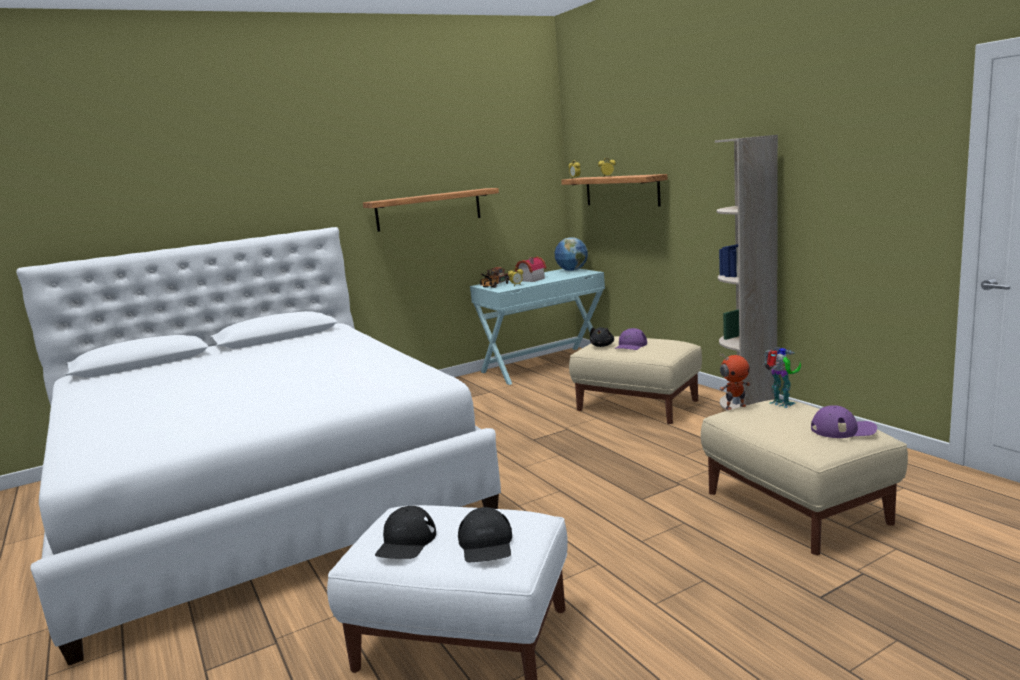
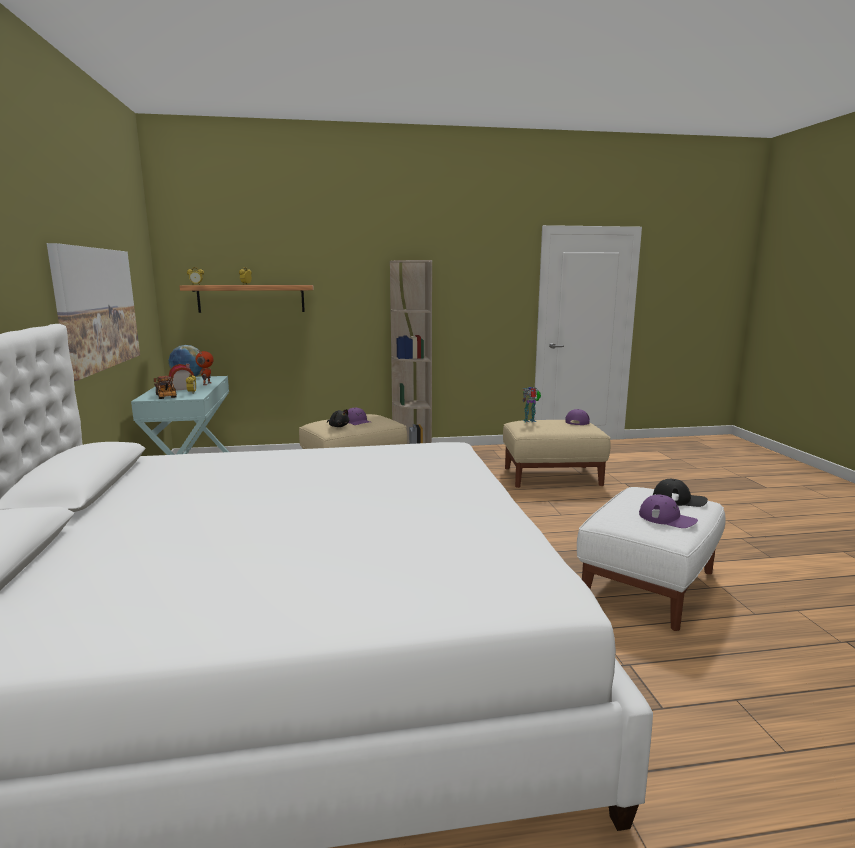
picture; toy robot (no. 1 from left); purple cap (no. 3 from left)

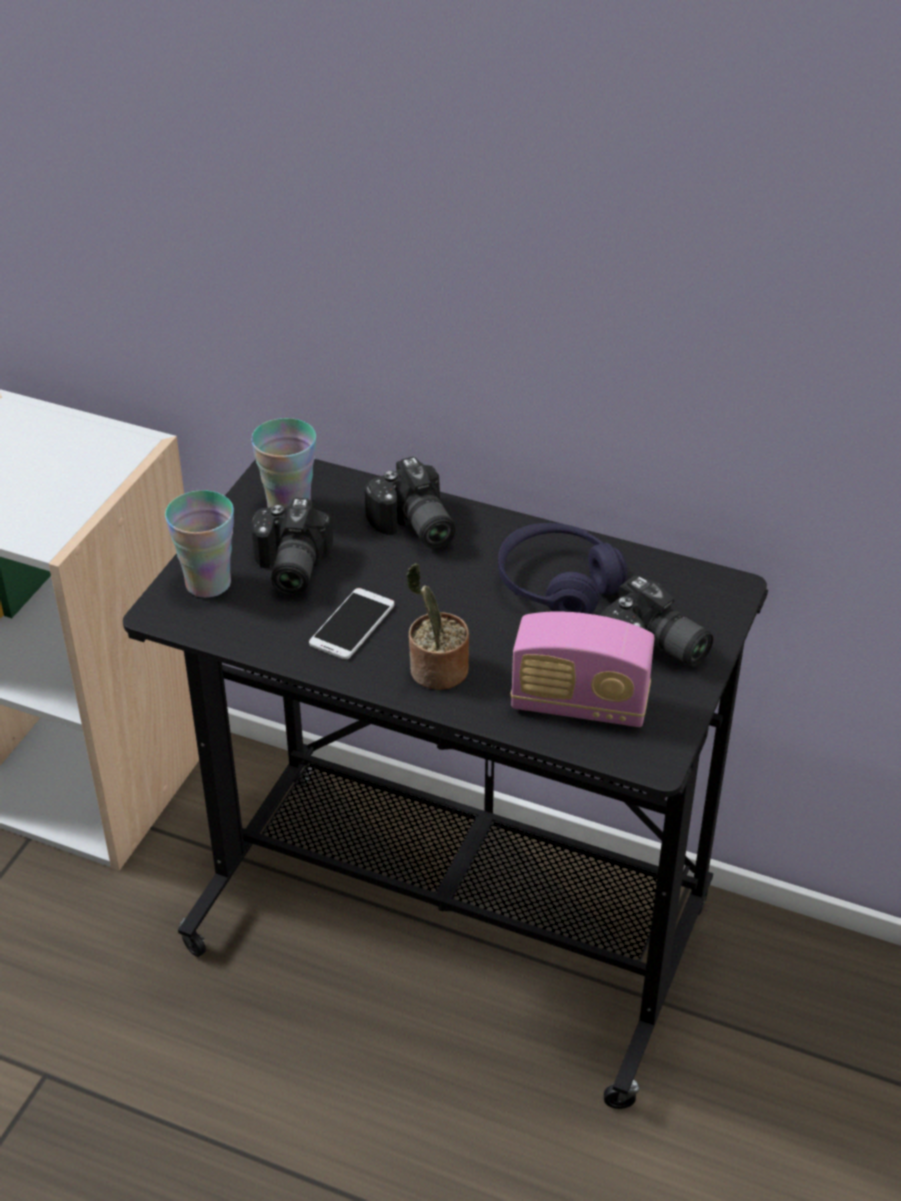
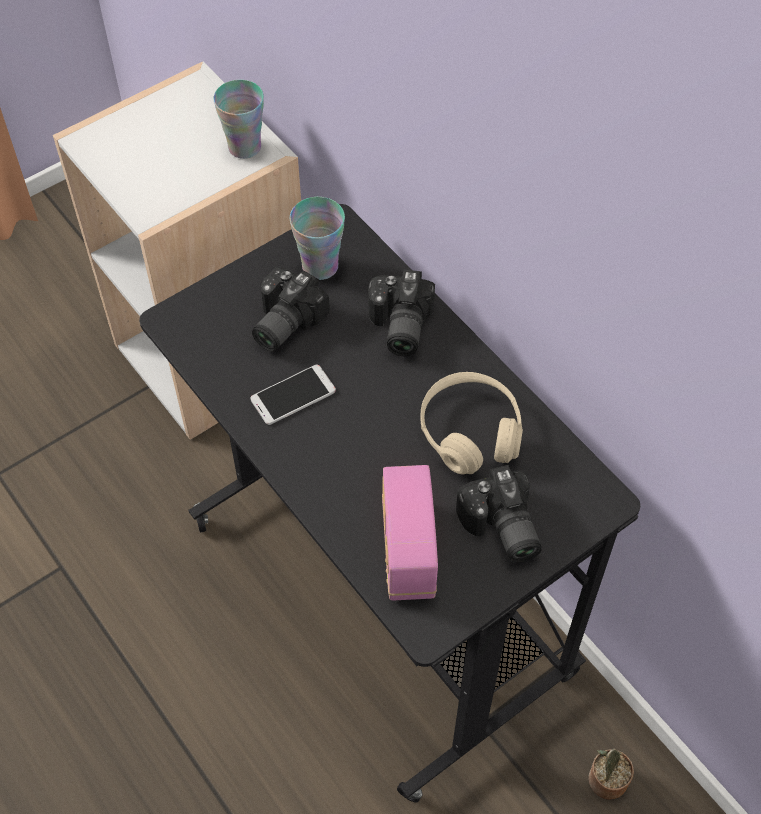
cup (no. 1 from left); beige headphones; potted plant; radio

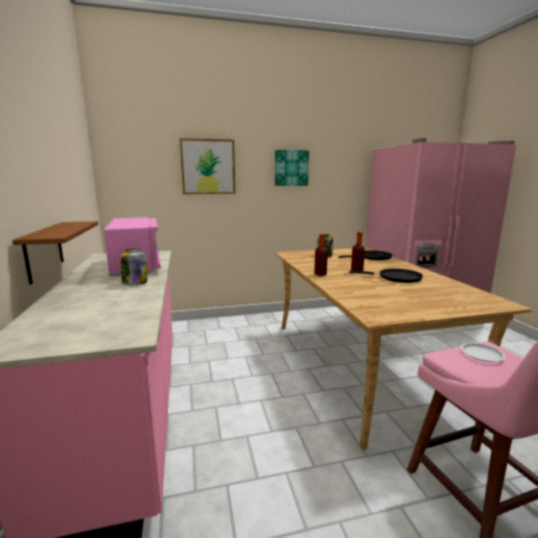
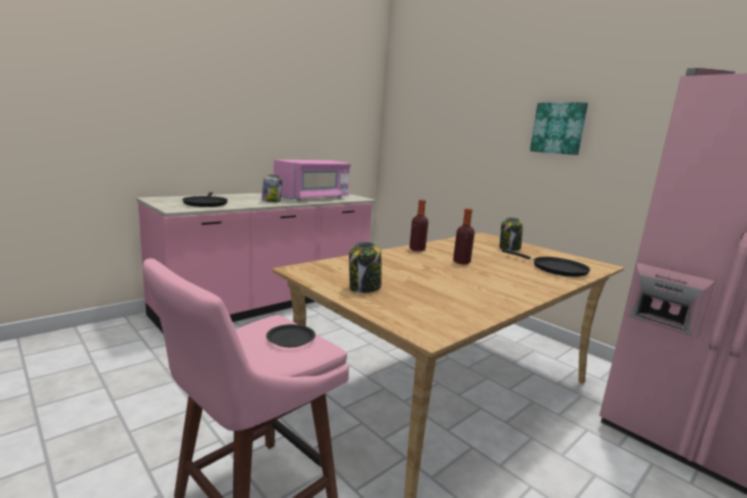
picture (no. 1 from left in the first image); brown shelf; black frying pan (no. 1 from left); black plate; jar (no. 2 from left)

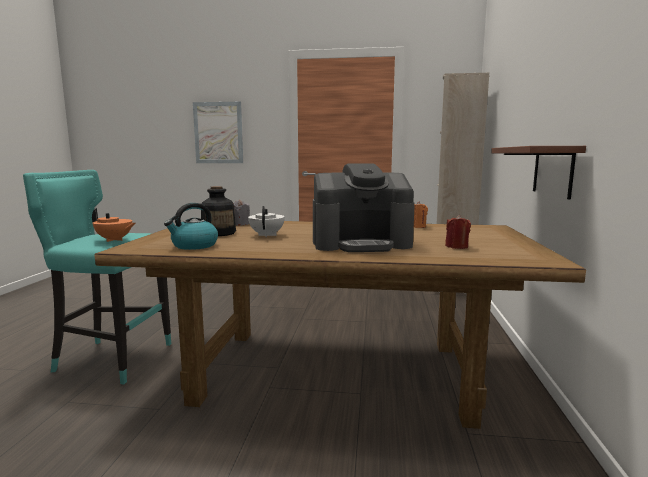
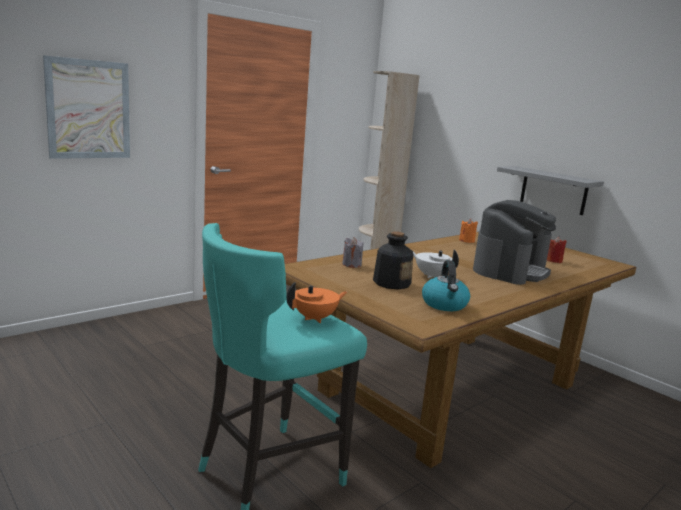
grey shelf

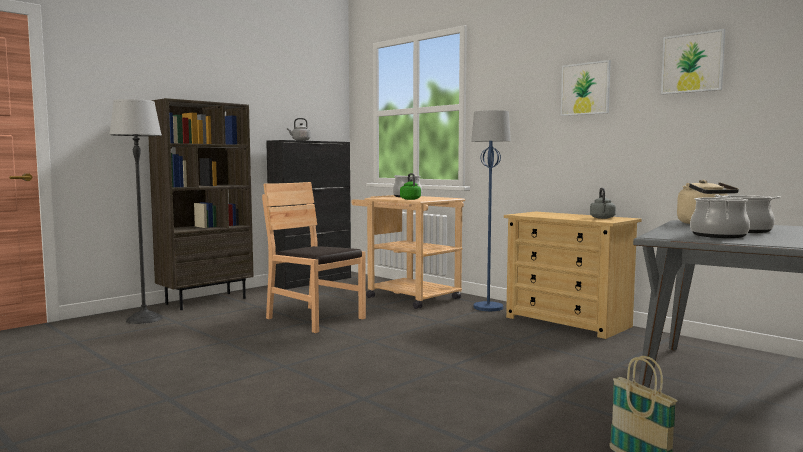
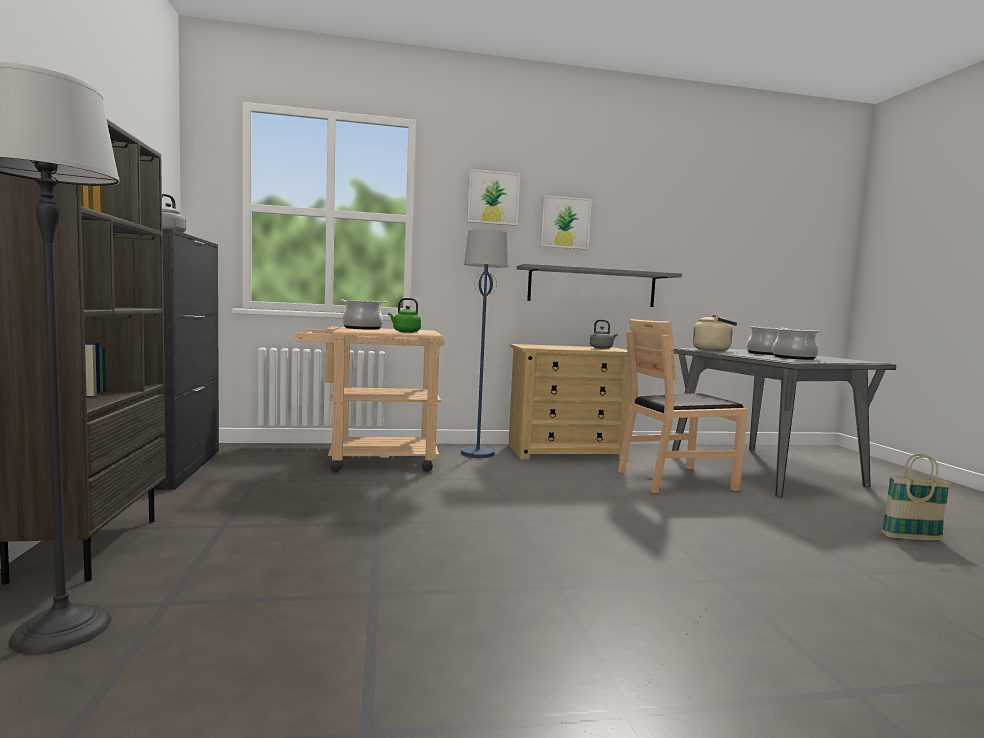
picture (no. 1 from left); brown chair; grey shelf

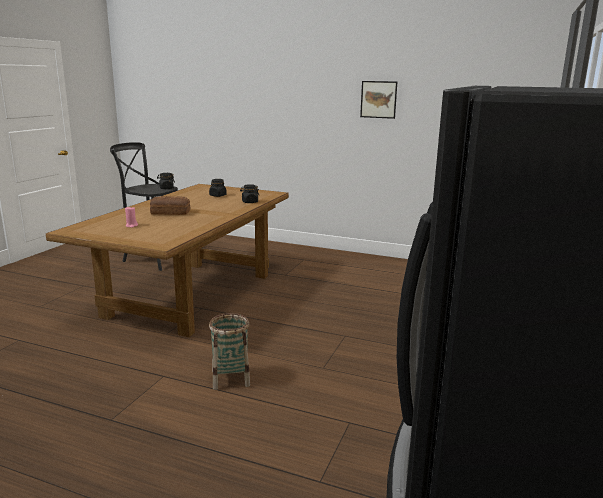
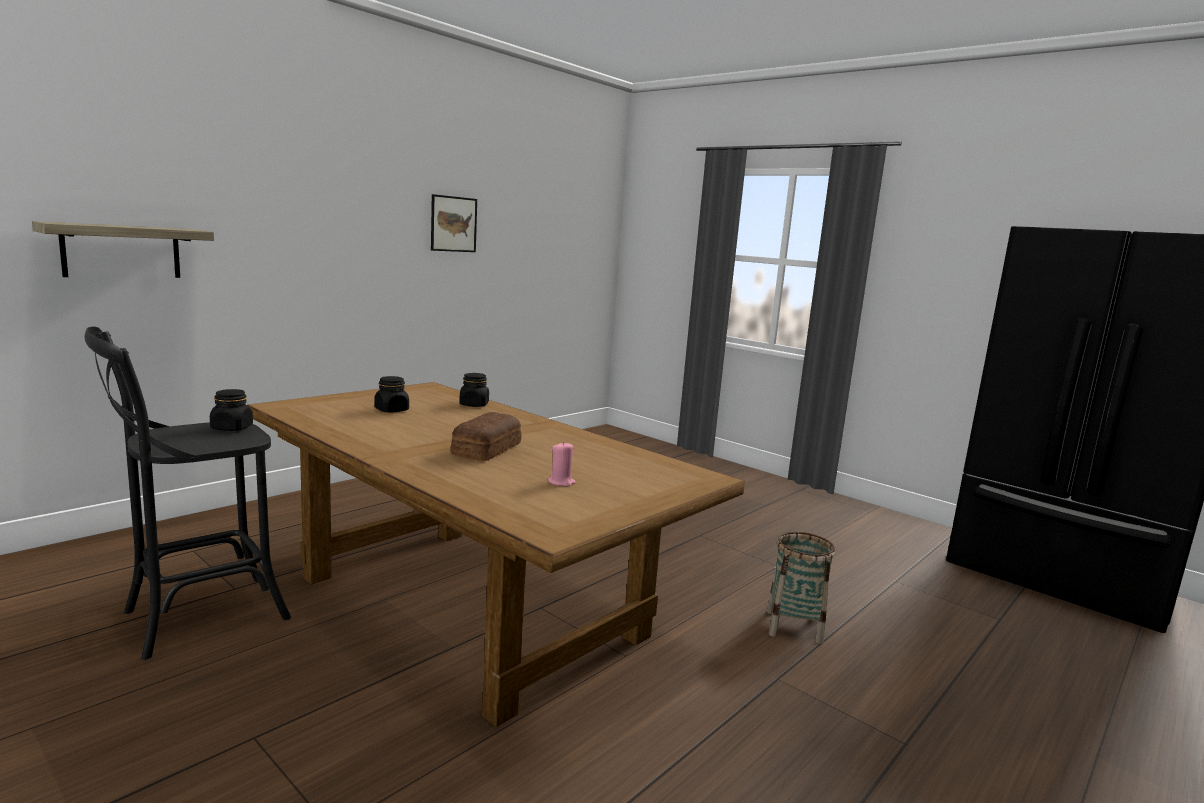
shelf

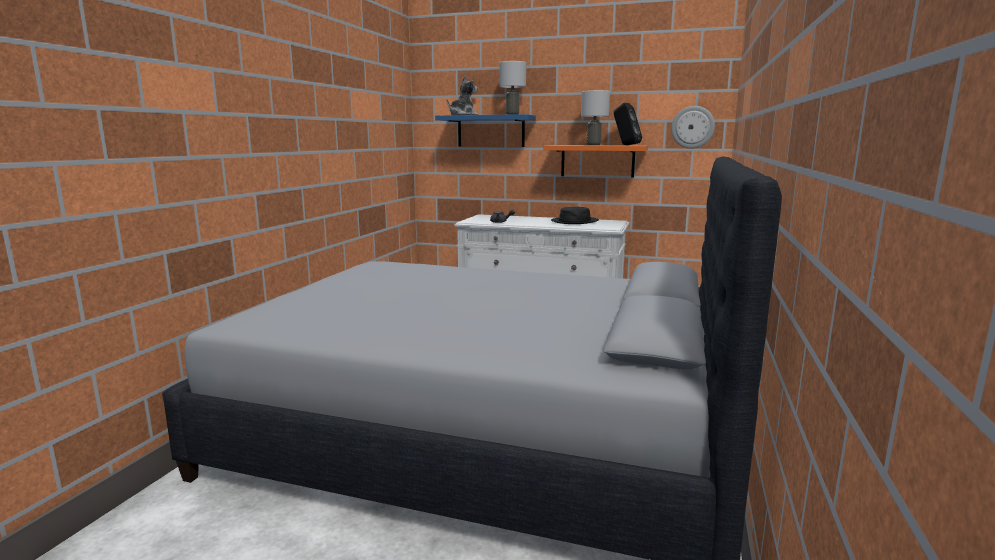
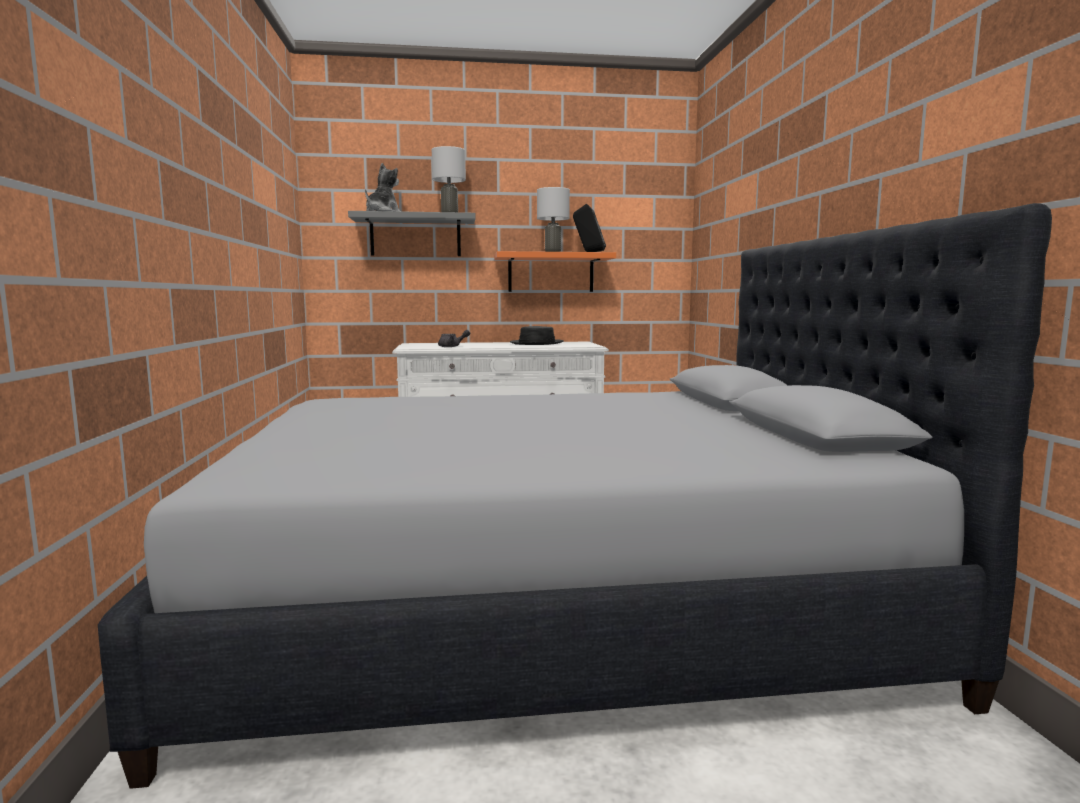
wall clock; grey shelf

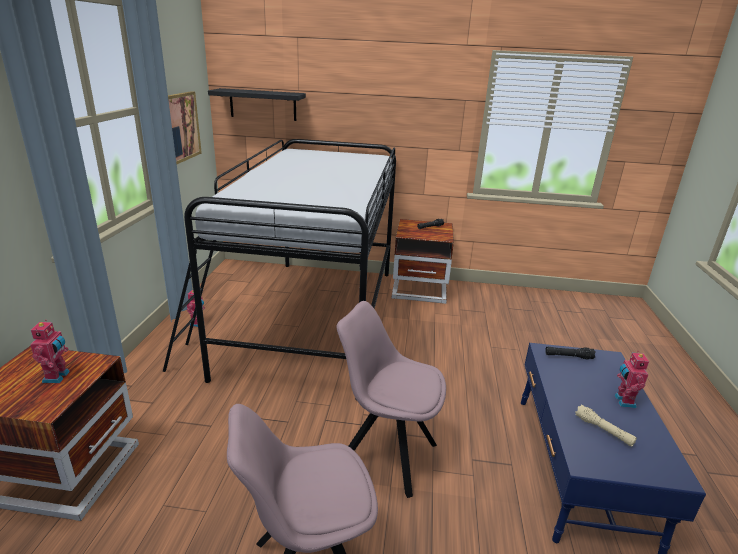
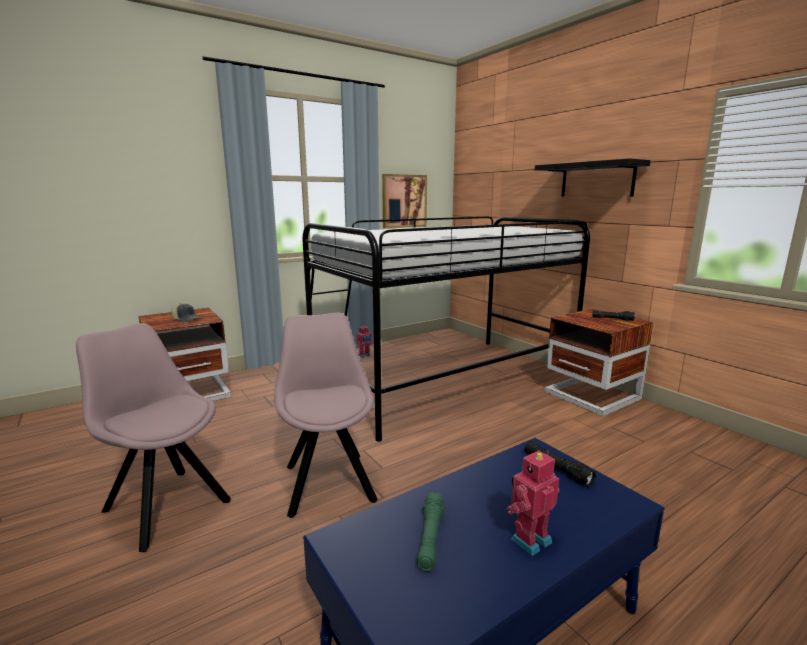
black shelf; cap; green flashlight

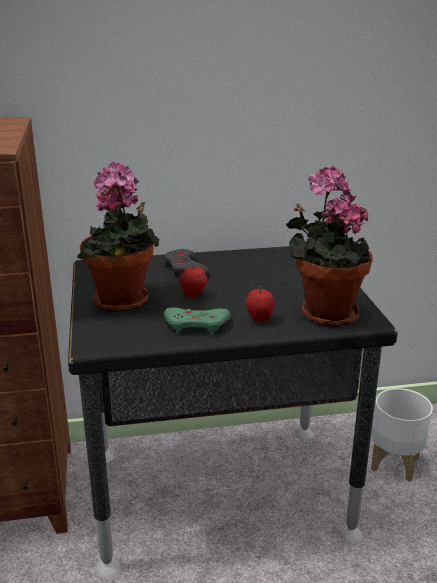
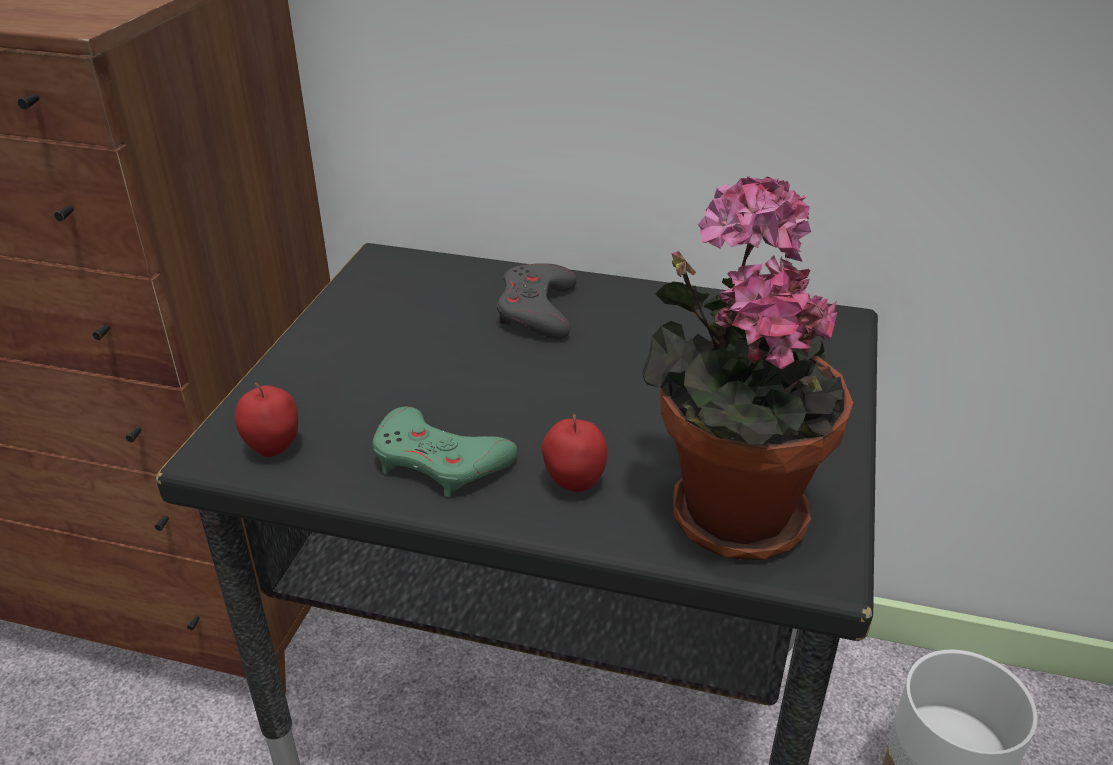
potted plant (no. 1 from left in the first image); apple (no. 1 from left)

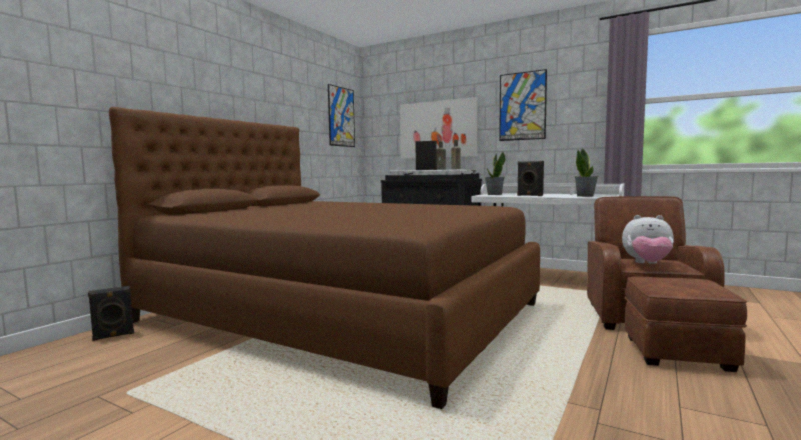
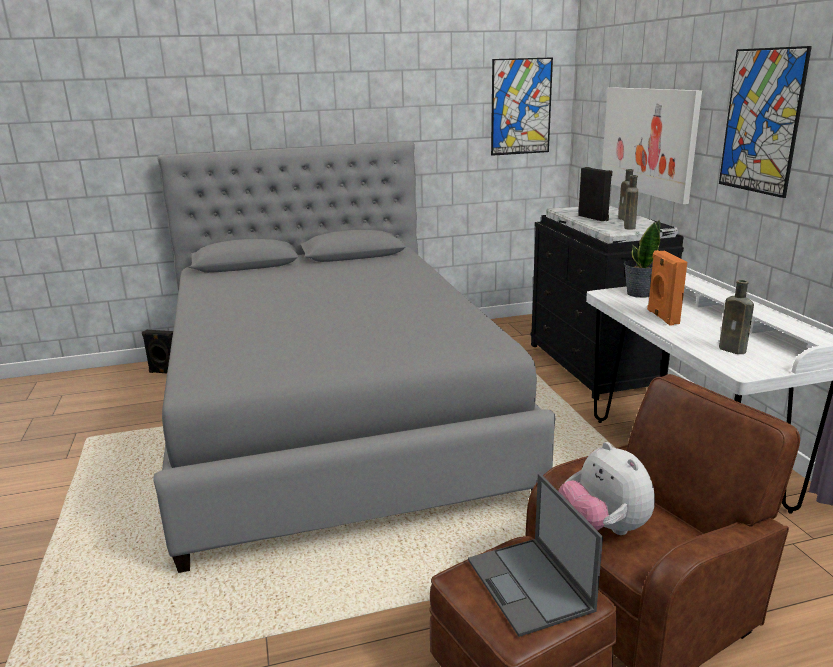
grey bed; brown bottle (no. 3 from left); orange speaker; laptop

